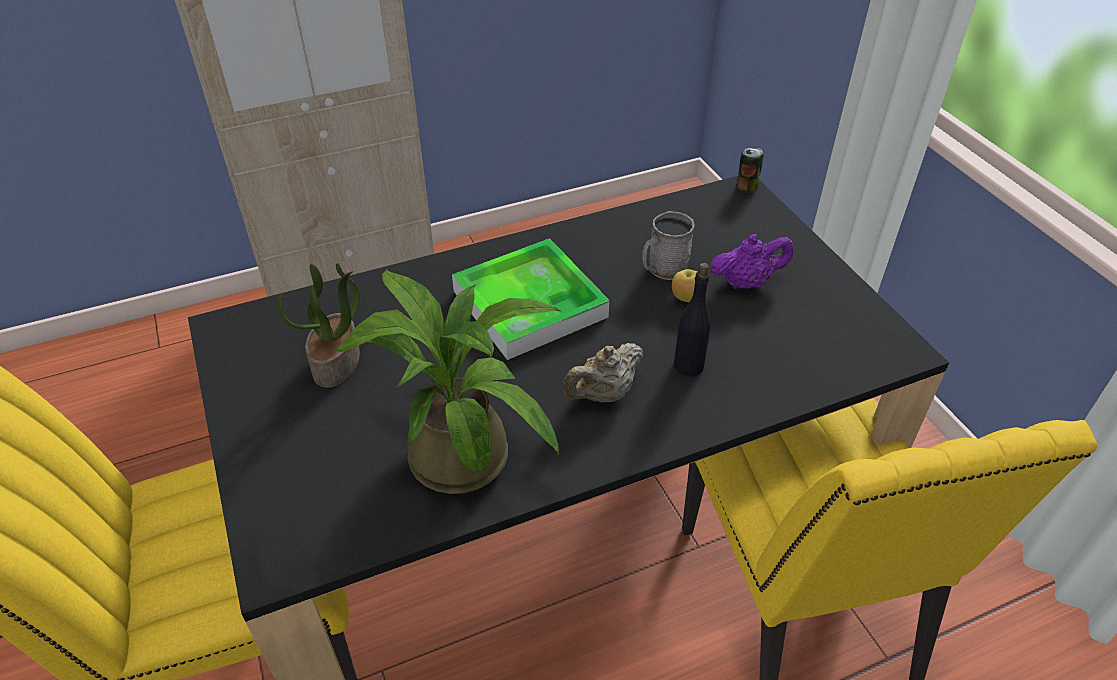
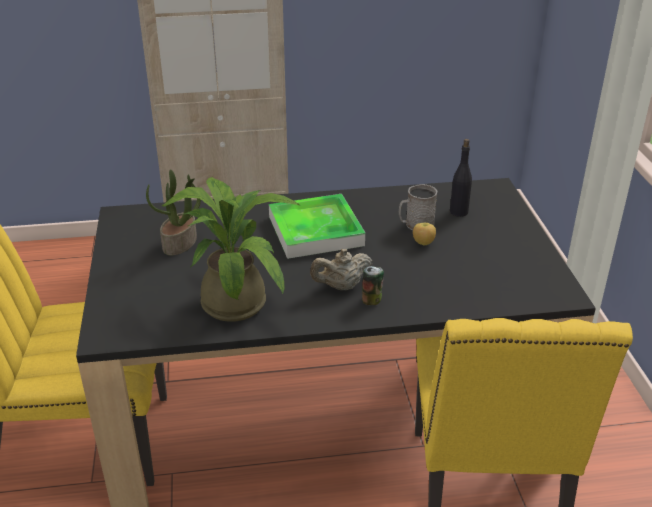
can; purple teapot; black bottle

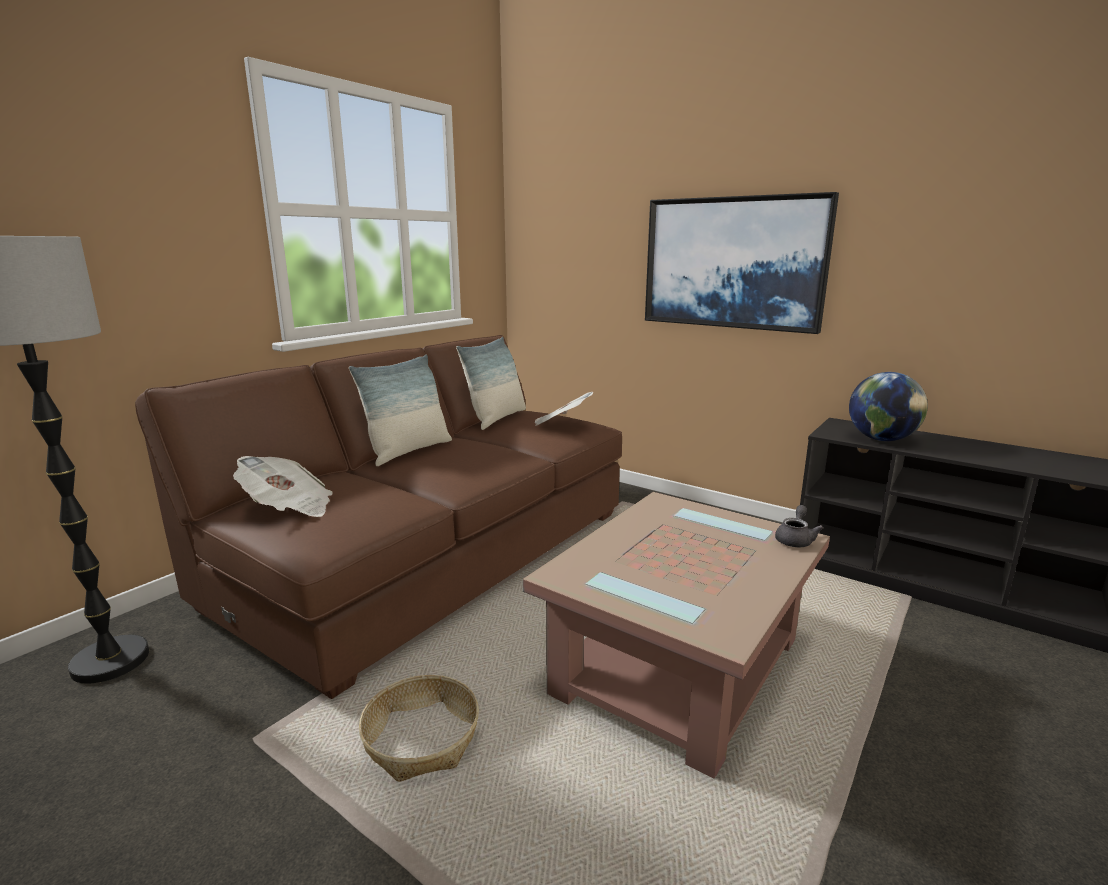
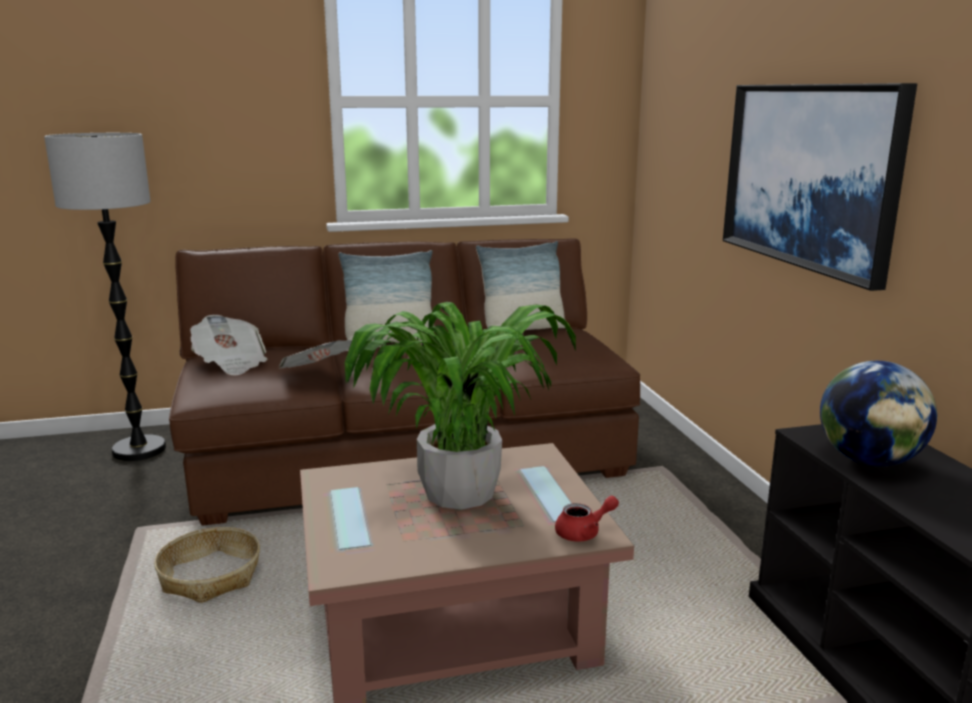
newspaper (no. 2 from left); red teapot; potted plant

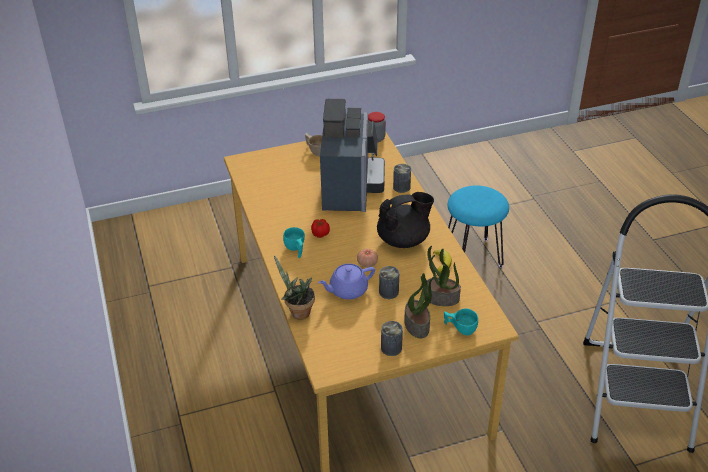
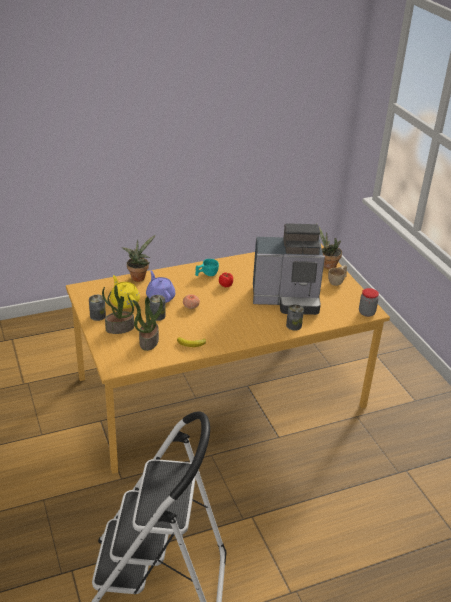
turquoise stool; black teapot; turquoise cup (no. 2 from left in the first image); potted plant (no. 4 from left); yellow teapot

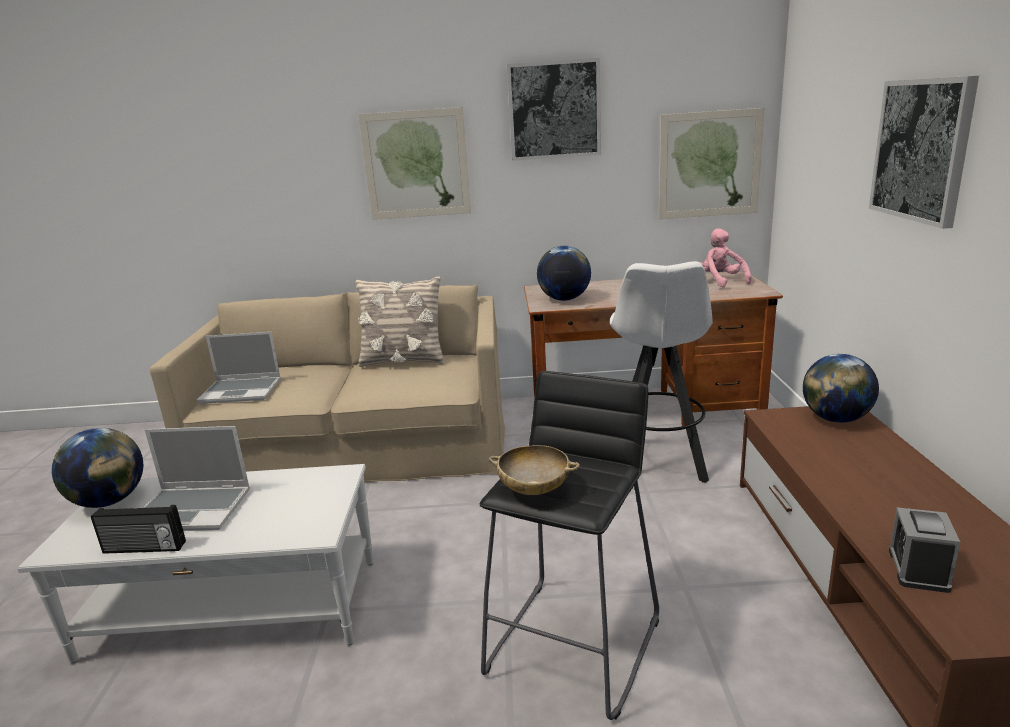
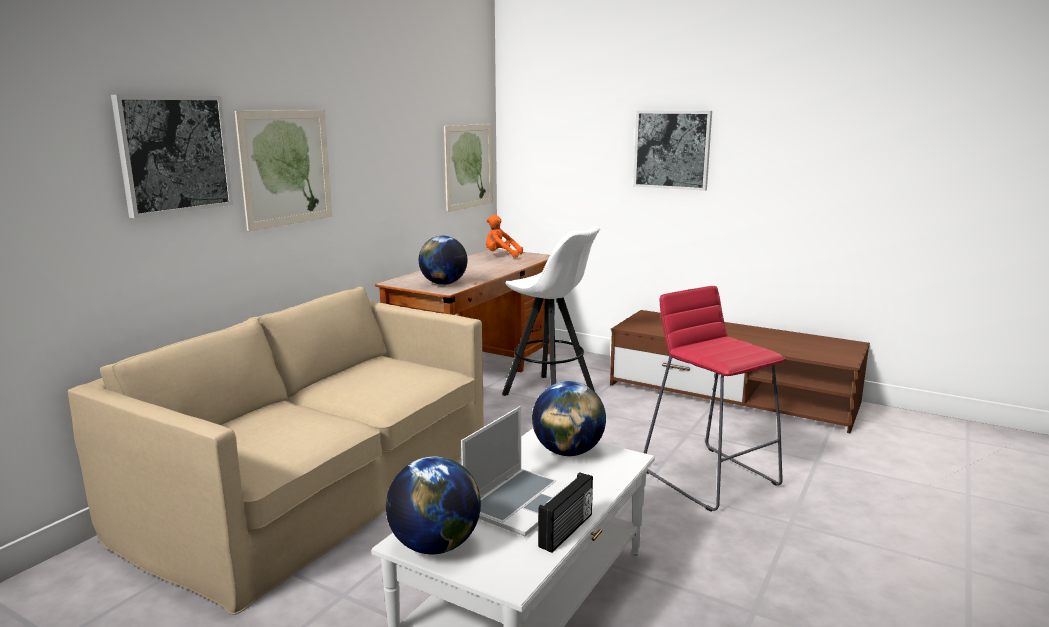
picture (no. 1 from left); orange plush toy; beige pillow; laptop (no. 2 from left in the first image); globe (no. 3 from left); red stool; beige bowl; alarm clock

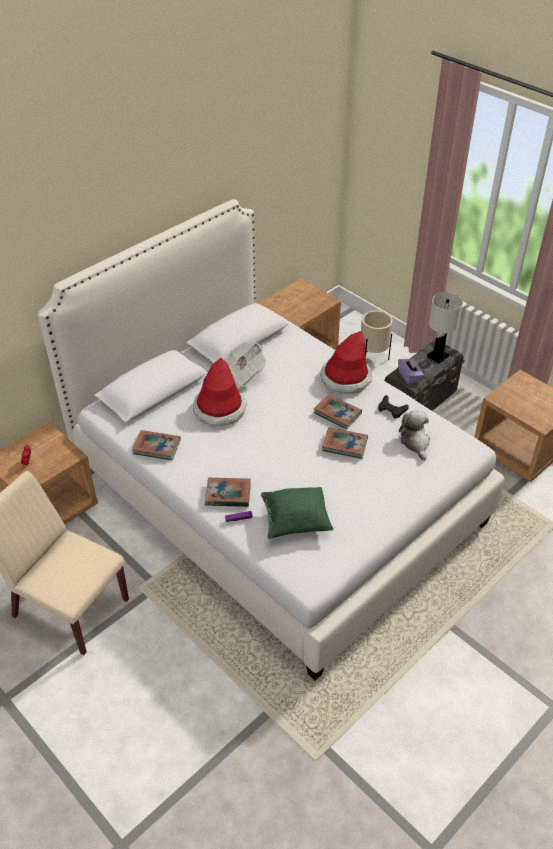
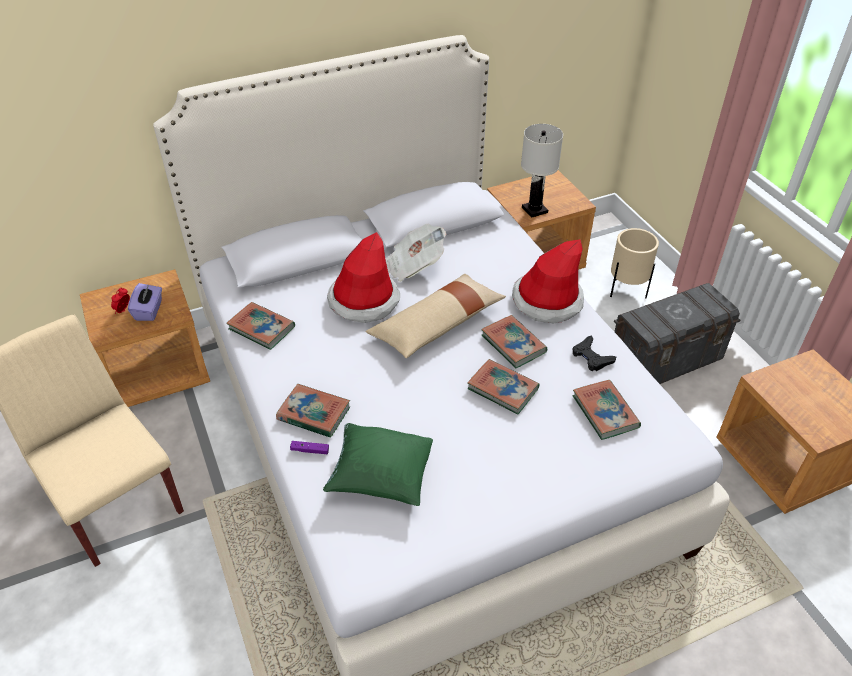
white table lamp; purple tissue box; book (no. 5 from left); beige pillow

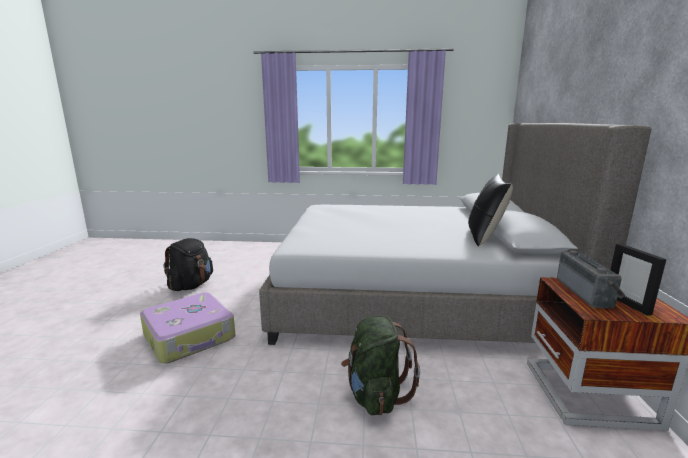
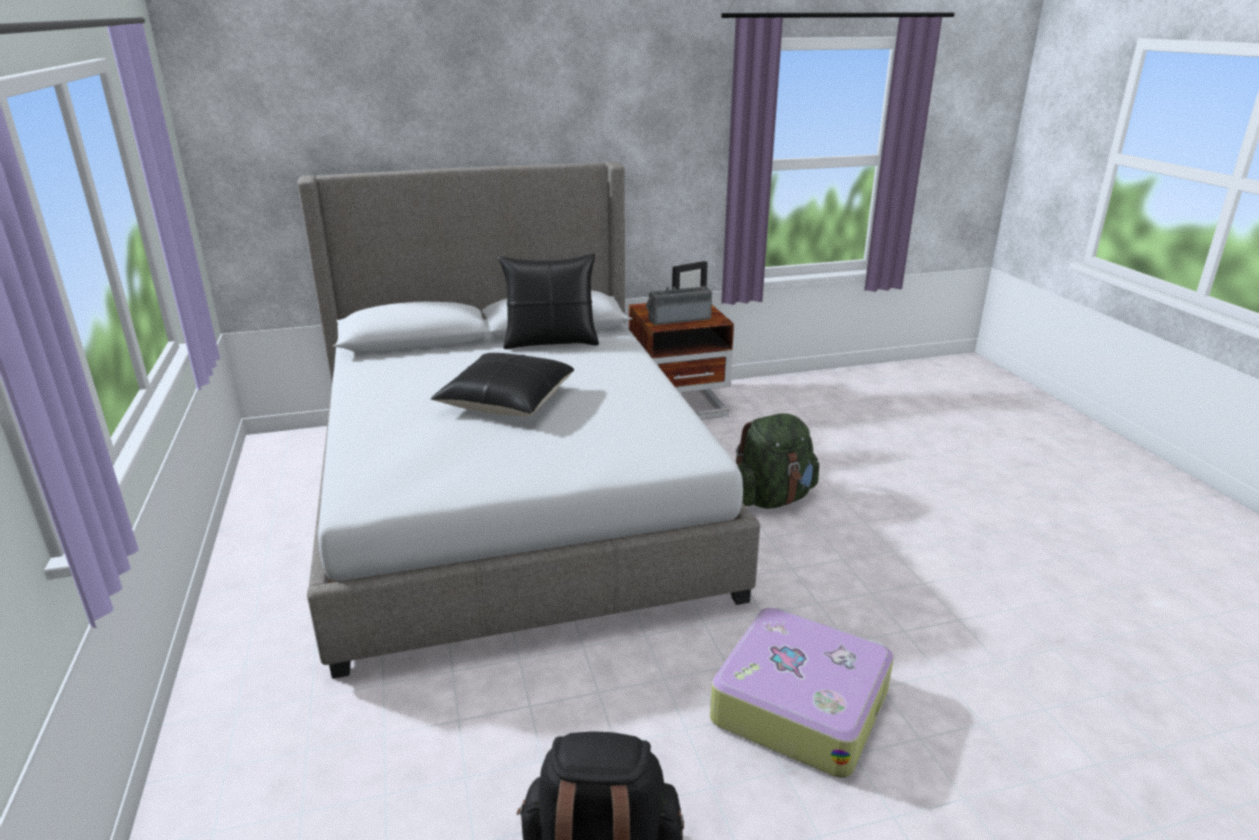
black pillow (no. 1 from left)

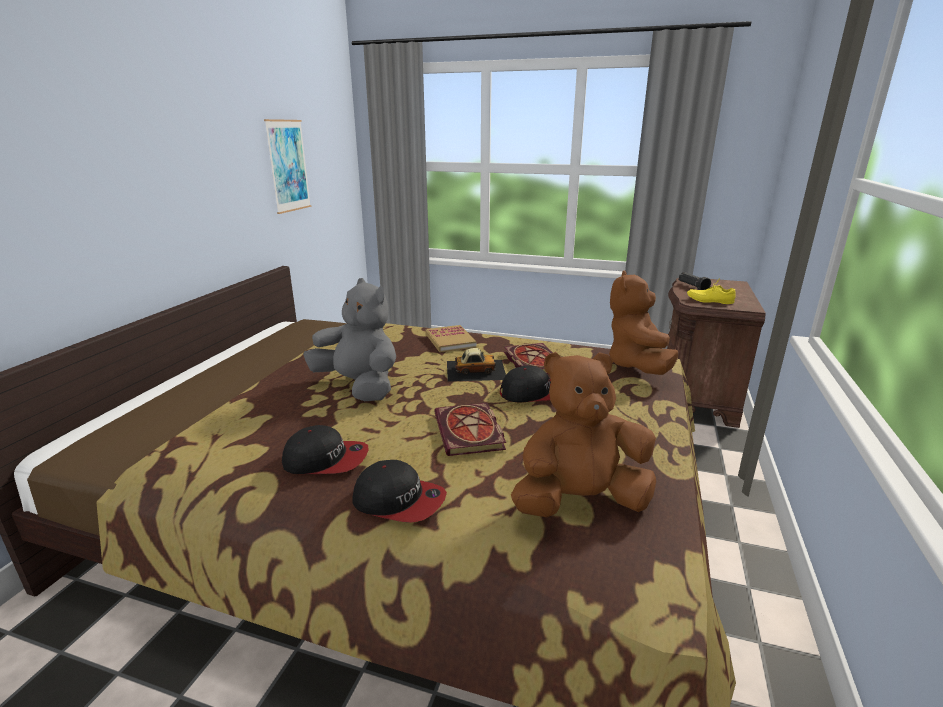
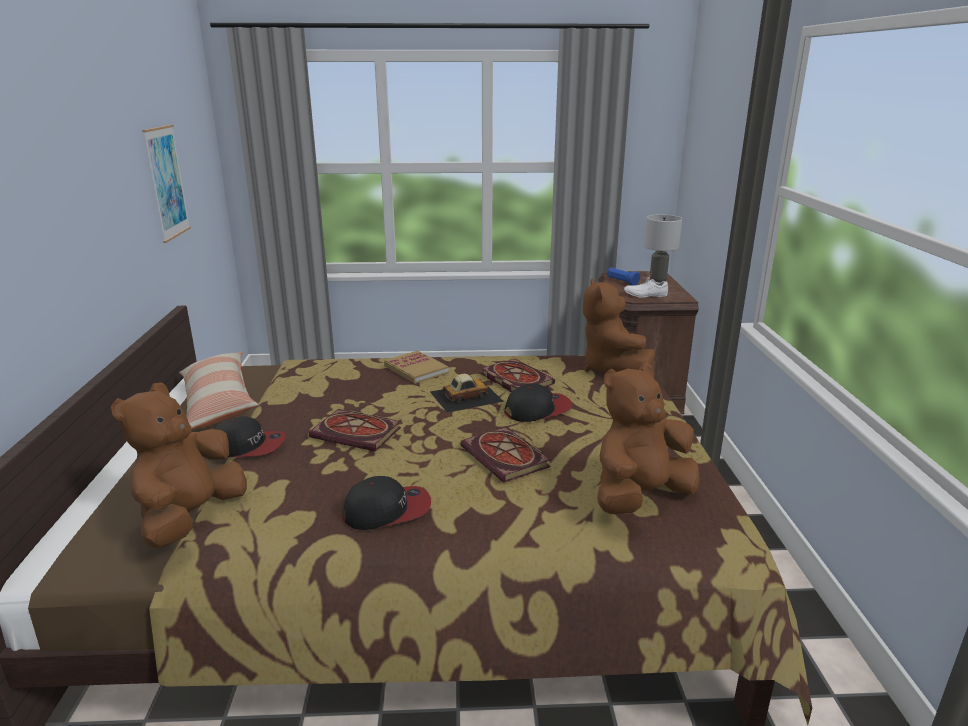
blue flashlight; white shoe; book (no. 1 from left); cap (no. 1 from left); white table lamp; pillow; brown plush toy (no. 1 from left)

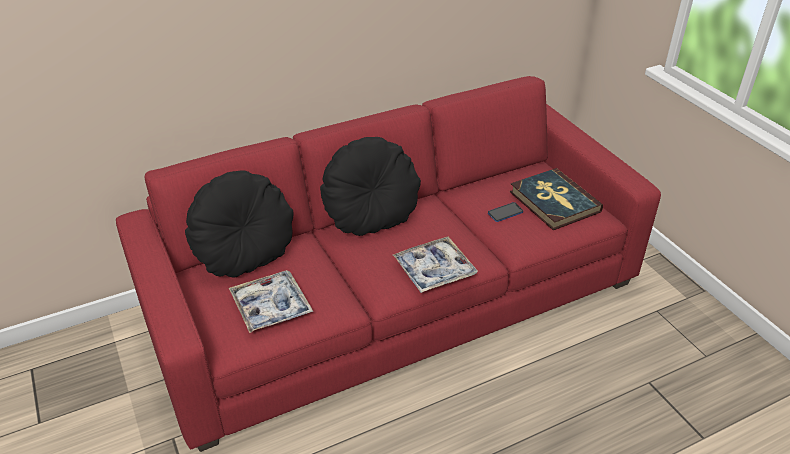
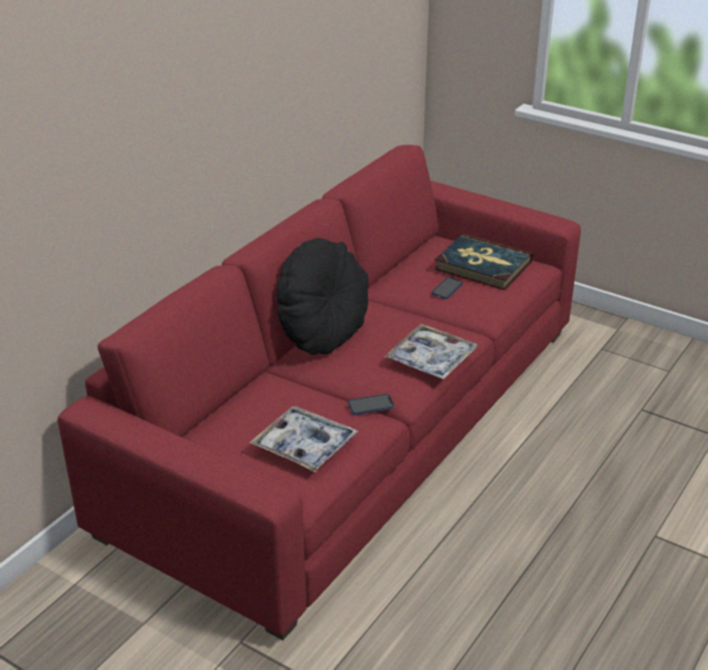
black pillow (no. 1 from left in the first image); phone (no. 1 from left)

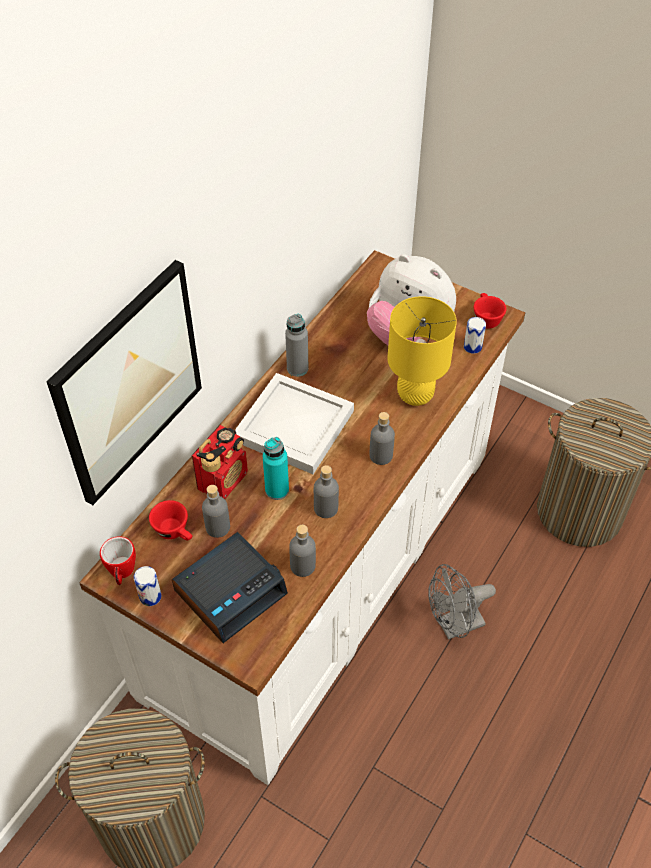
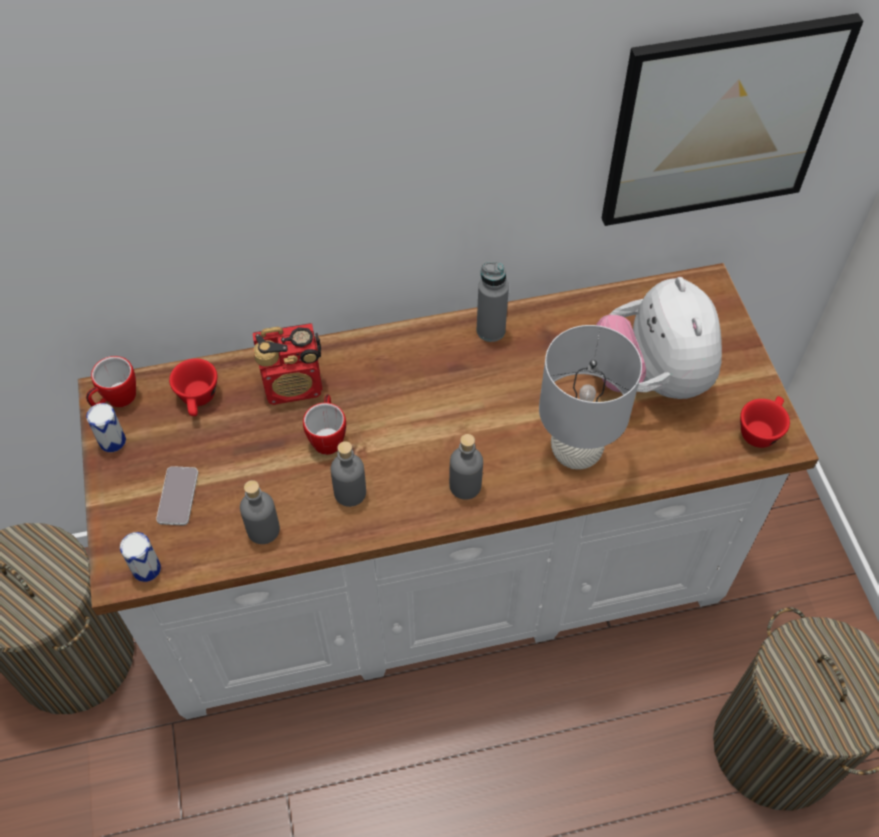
picture; grey table lamp; can (no. 2 from left); white tray; mug (no. 2 from left); grey bottle (no. 1 from left in the first image); phone; grey fan

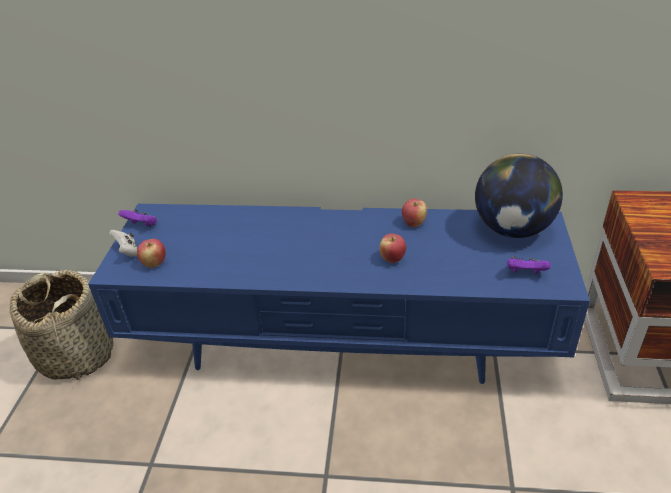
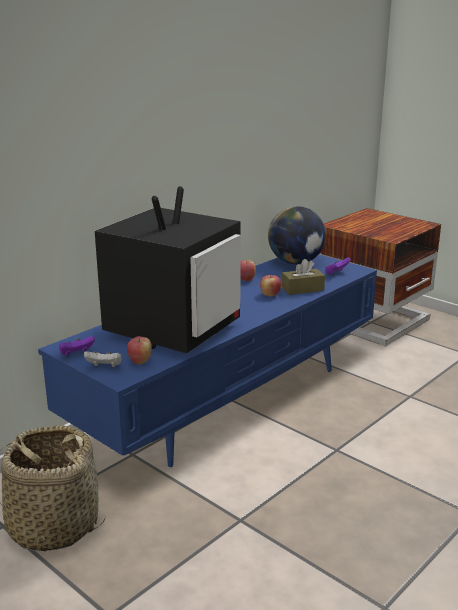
television; brown tissue box

